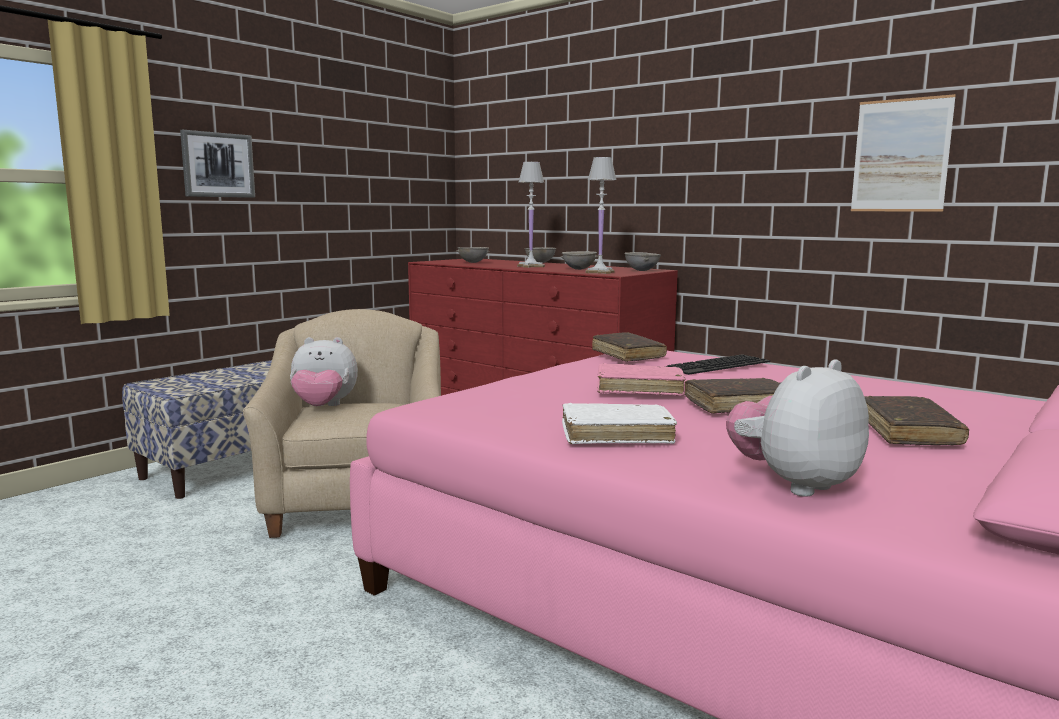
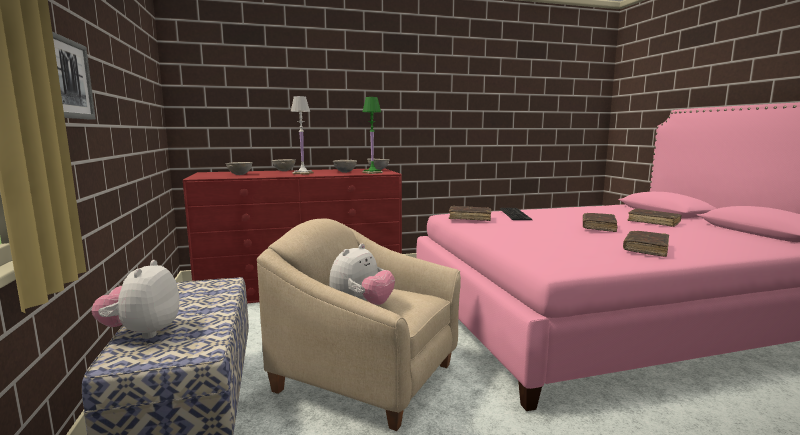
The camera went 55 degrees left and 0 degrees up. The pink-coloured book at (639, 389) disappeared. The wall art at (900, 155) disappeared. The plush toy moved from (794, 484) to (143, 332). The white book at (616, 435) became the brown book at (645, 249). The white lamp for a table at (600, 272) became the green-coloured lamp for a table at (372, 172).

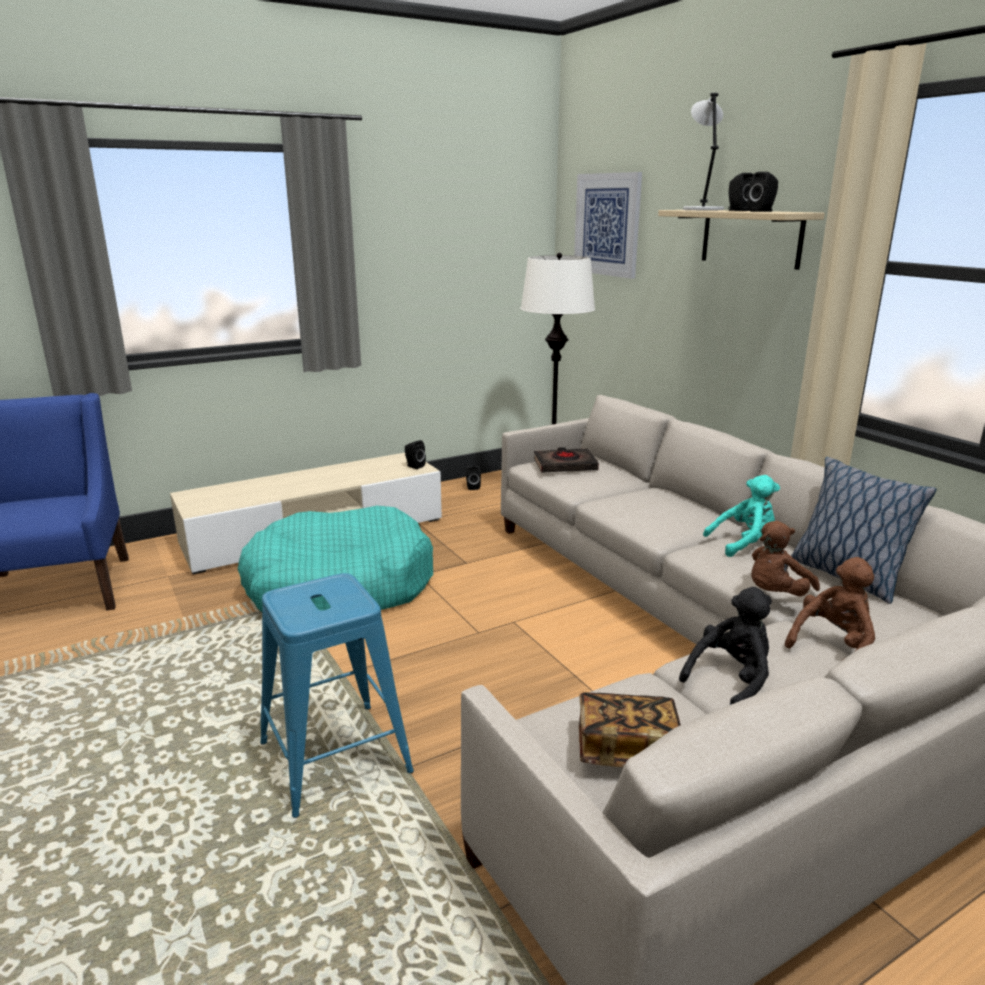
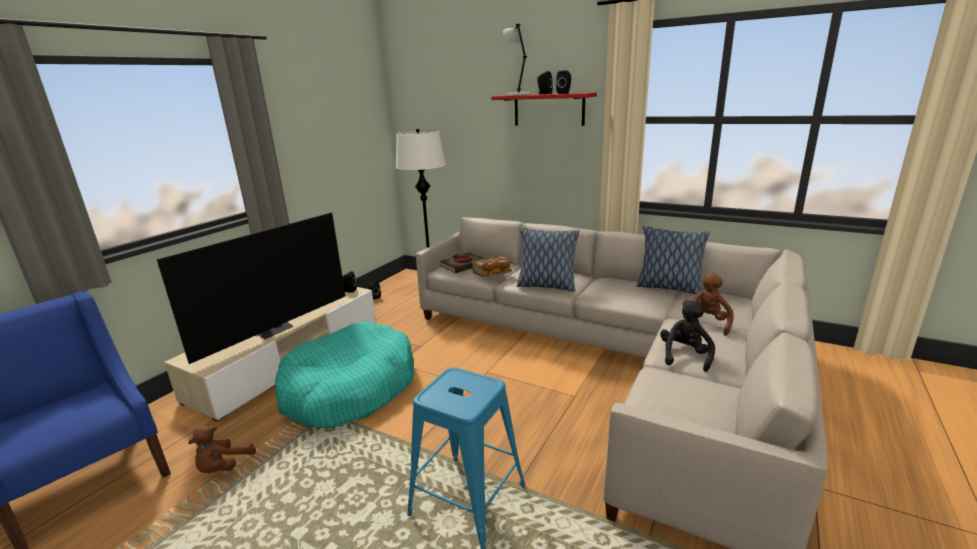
The camera went 30 degrees left and 0 degrees up. The wall art at (607, 224) disappeared. The turquoise-coloured plush toy at (743, 543) disappeared. The TV at (274, 329) appeared. The cushion at (546, 286) appeared. The book moved from (626, 749) to (492, 274). The brown plush toy moved from (775, 594) to (223, 467). The beige-coloured bracket shelf at (751, 238) became the red bracket shelf at (548, 109).

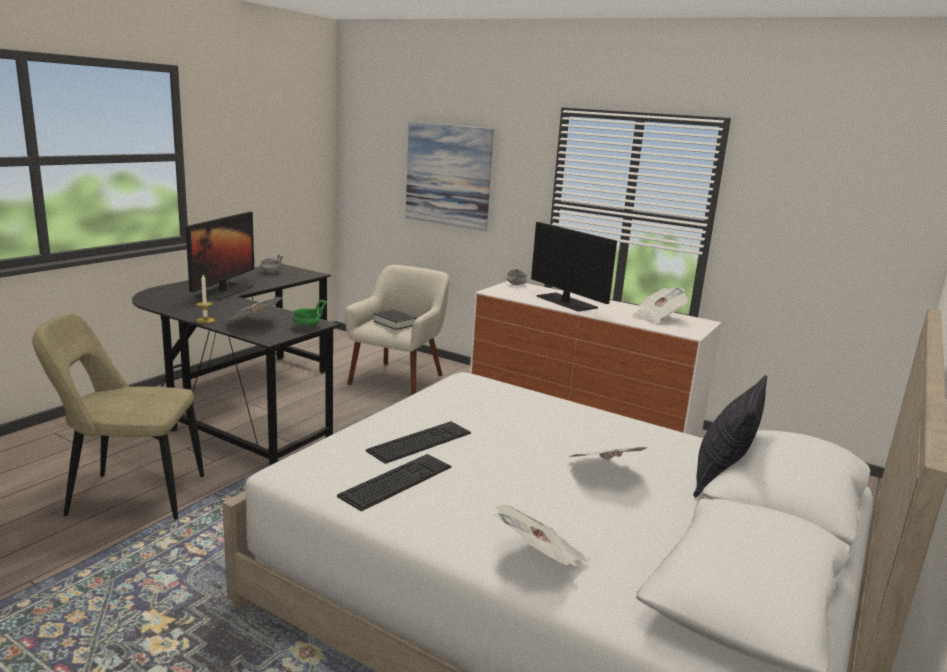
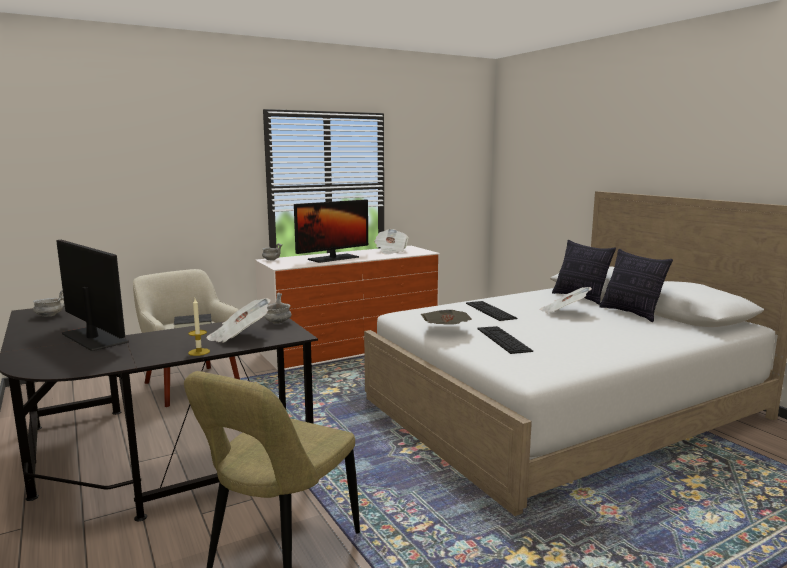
The camera went 60 degrees left and 5 degrees down. The wall art at (448, 175) disappeared. The cushion at (631, 313) appeared. The computer keyboard moved from (396, 481) to (490, 311). The printed paper moved from (540, 559) to (446, 331). The green-coloured serving bowl at (307, 327) became the gray serving bowl at (277, 322). The computer display at (566, 302) turned 150 degrees clockwise.

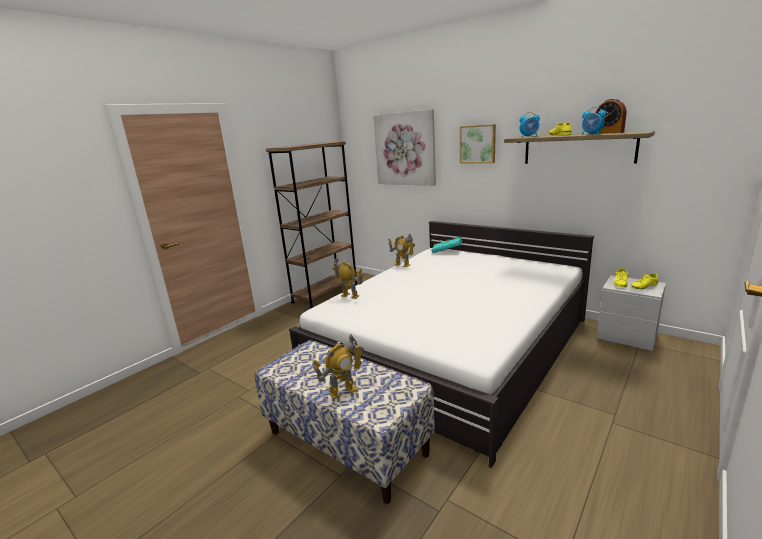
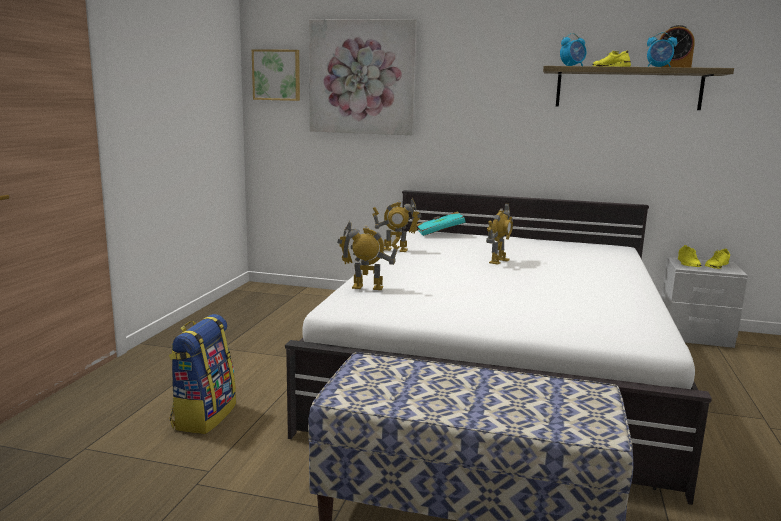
The camera went 25 degrees left and 5 degrees down. The brown bookshelf at (325, 294) disappeared. The backpack at (203, 416) appeared. The toy robot moved from (343, 391) to (498, 261). The wall art moved from (478, 144) to (277, 75).

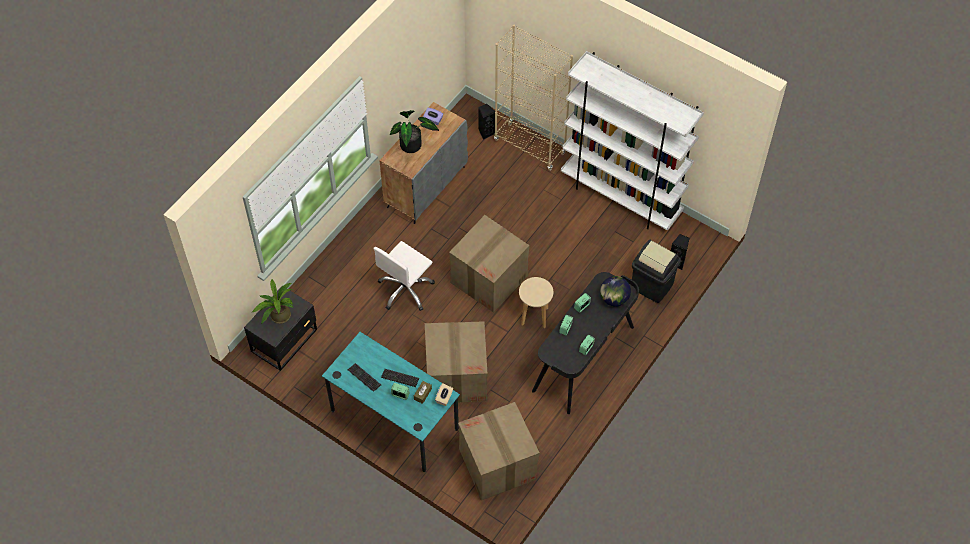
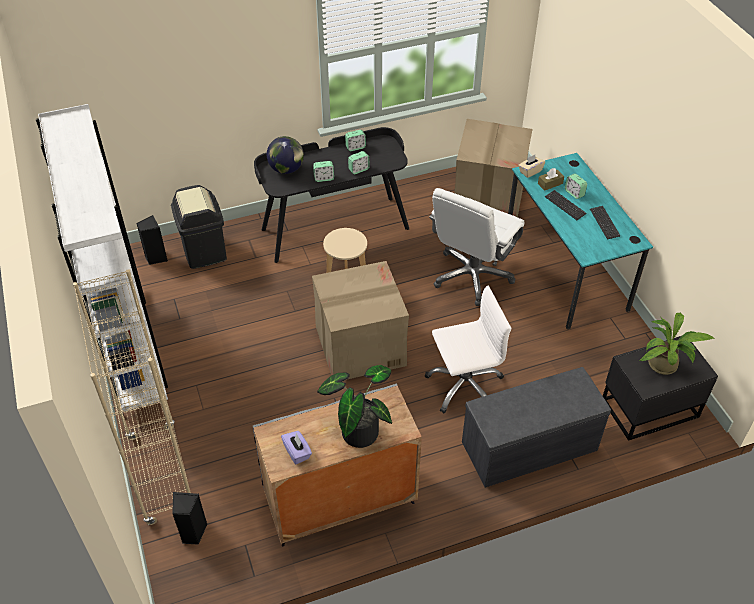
The camera went 145 degrees left and 10 degrees down. The gray indoor bench at (528, 447) appeared. The carton at (457, 376) was replaced by the white computer chair at (472, 276).

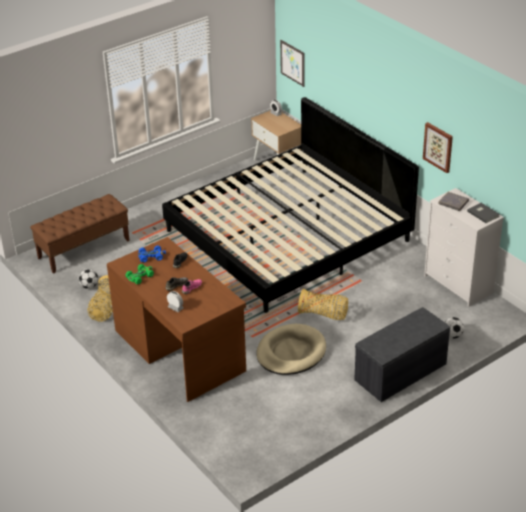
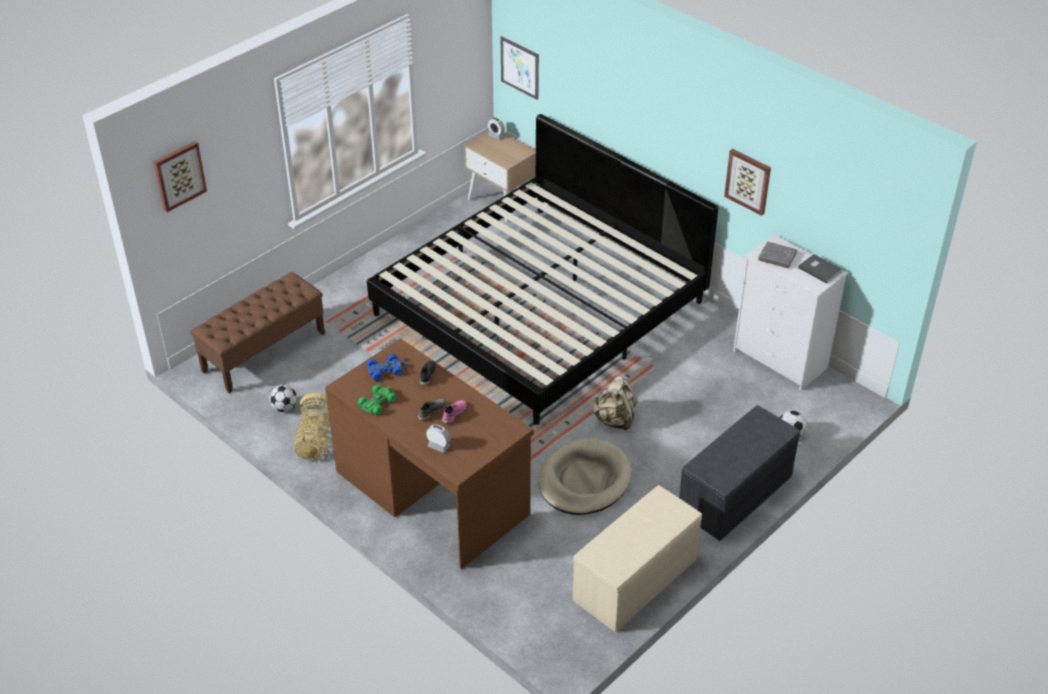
The camera went 10 degrees left and 5 degrees up. The wall art at (179, 175) appeared. The beige-coloured indoor bench at (635, 581) appeared. The storage basket at (324, 314) was replaced by the beige-coloured backpack at (615, 420).

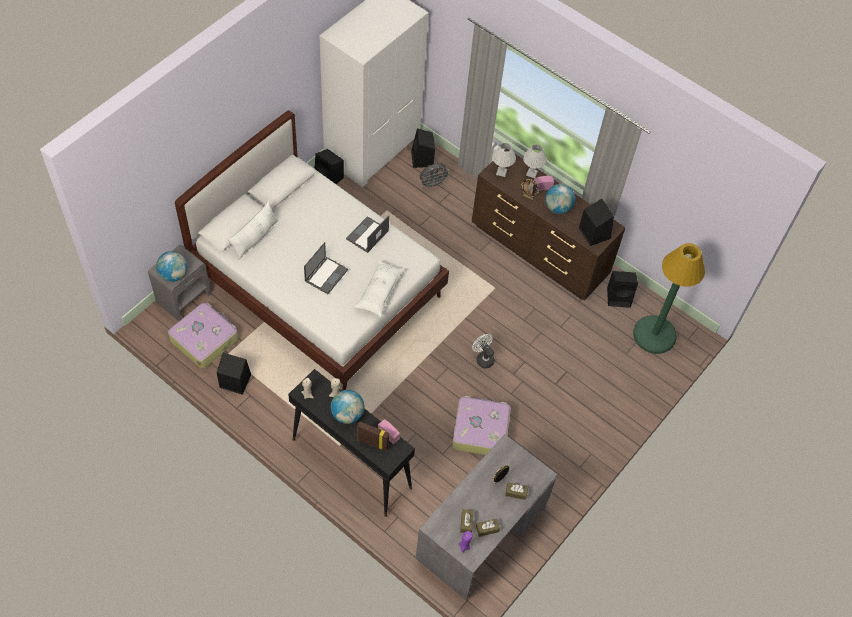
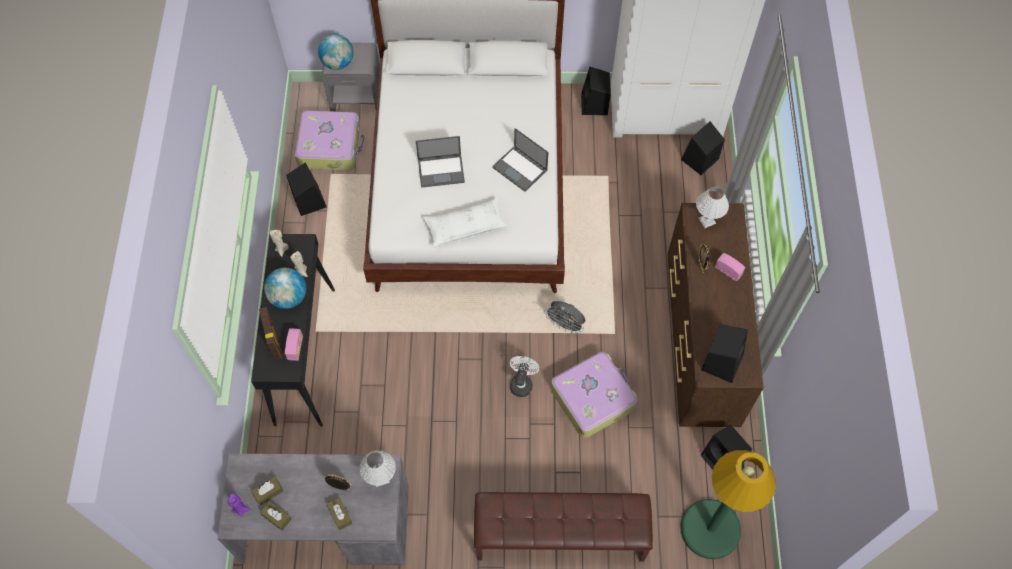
The camera went 55 degrees right and 5 degrees up. The white cushion at (255, 238) disappeared. The world globe at (557, 208) disappeared. The brown indoor bench at (560, 537) appeared. The gray electric fan moved from (432, 184) to (565, 325). The suitcase moved from (480, 430) to (593, 398). The white lamp for a table moved from (531, 173) to (381, 477). The laptop at (367, 235) turned 135 degrees counterclockwise.

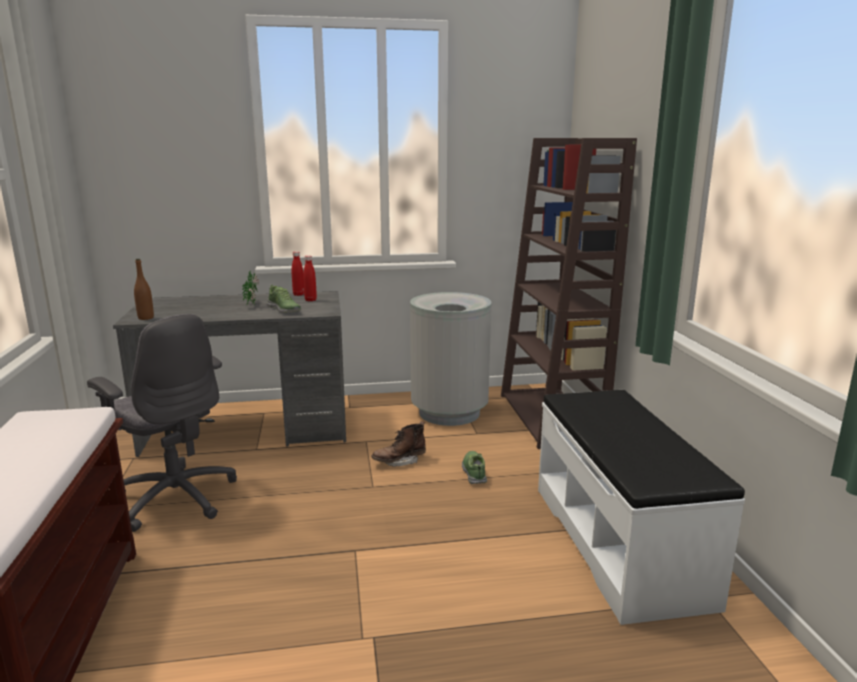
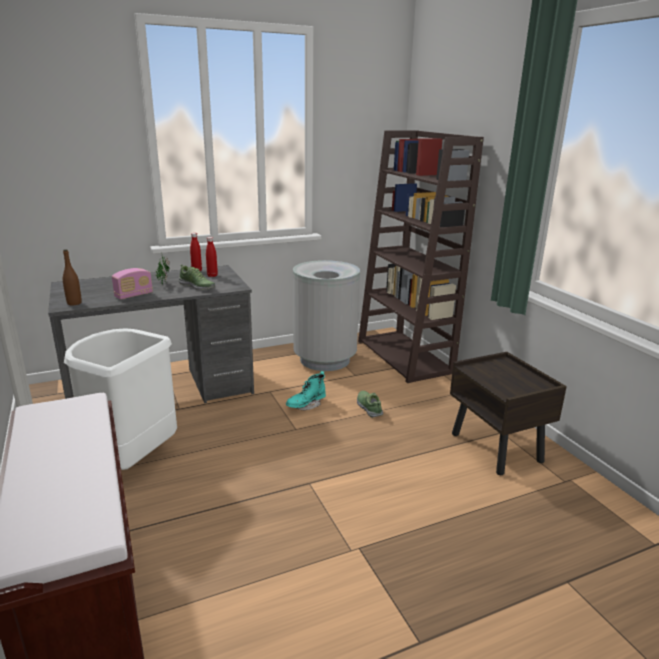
The camera went 15 degrees left and 5 degrees up. The radio set at (134, 295) appeared. The gray computer chair at (176, 497) was replaced by the white rubbish bin at (131, 460). The white indoor bench at (619, 542) was replaced by the brown night table at (497, 448). The brown boot at (399, 461) became the turquoise-coloured boot at (306, 405).

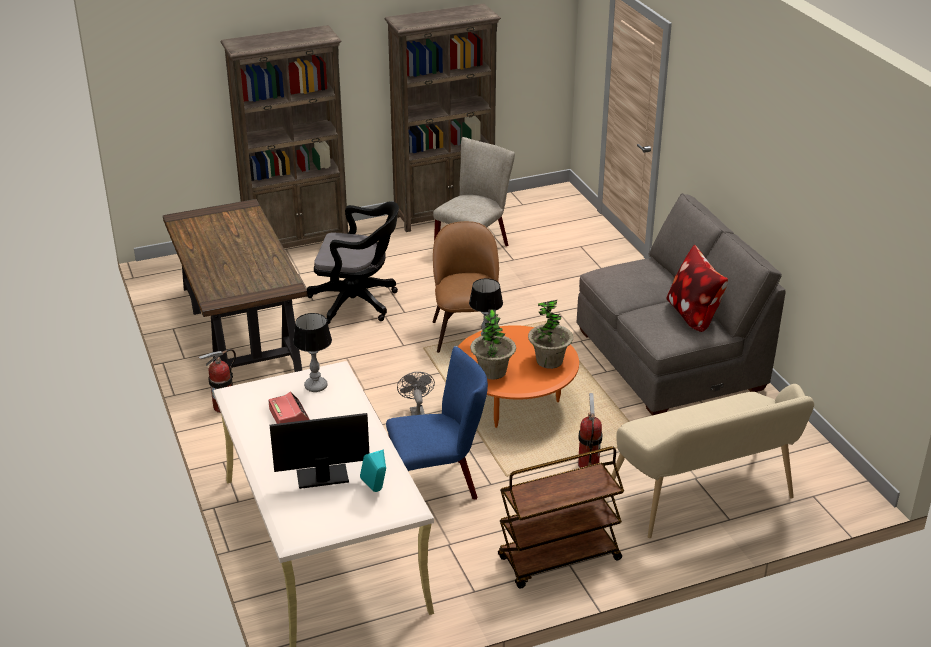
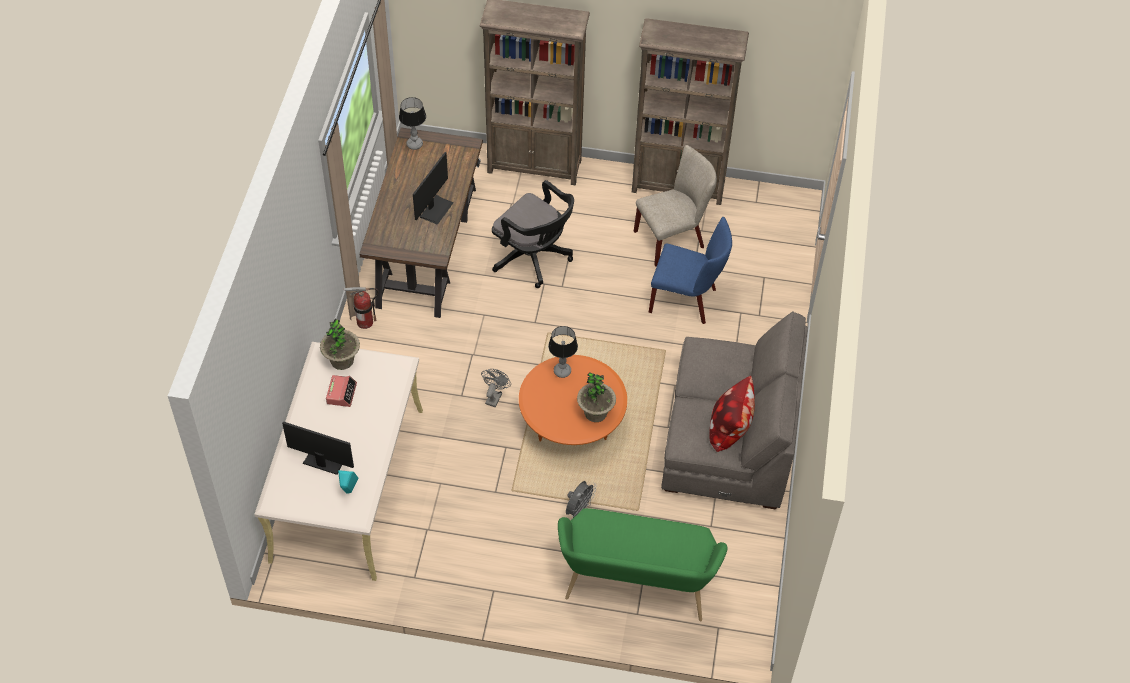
The camera went 30 degrees right and 20 degrees up. The brown upright chair at (467, 333) disappeared. The brown wheeled cart at (559, 560) disappeared. The computer display at (436, 209) appeared. The lamp for a table moved from (315, 386) to (414, 144). The blue-coloured upright chair moved from (439, 484) to (687, 300). The potted plant moved from (492, 371) to (342, 360). The extinguisher at (588, 464) was replaced by the gray electric fan at (579, 510). The beige-coloured indoor bench at (706, 499) became the green-coloured indoor bench at (636, 587).

